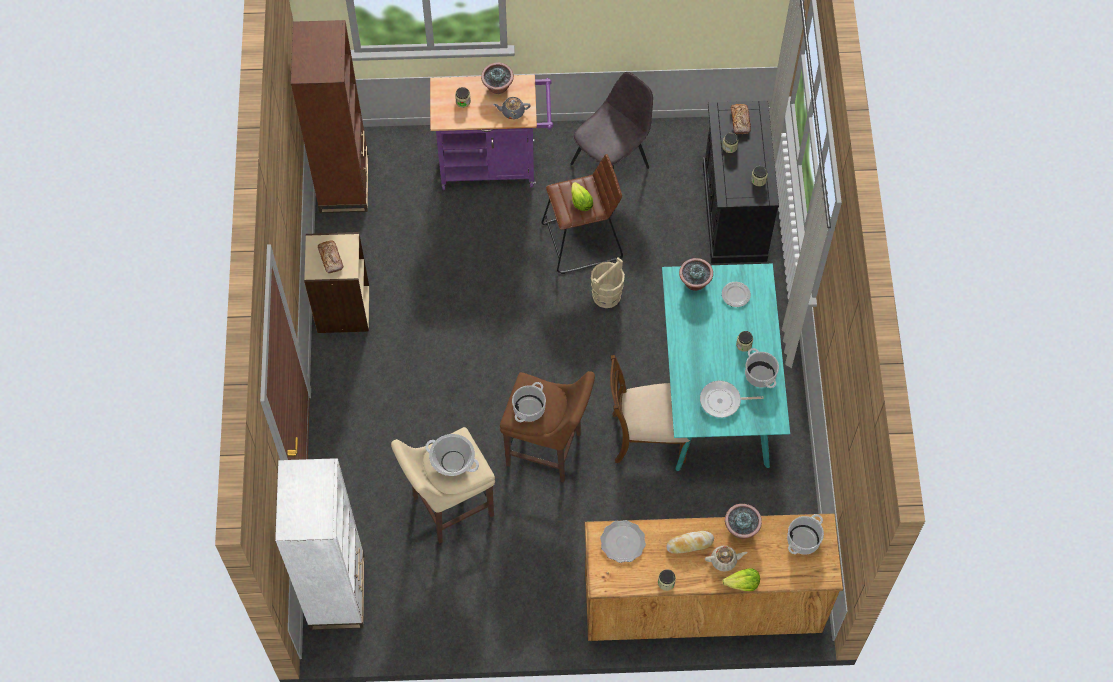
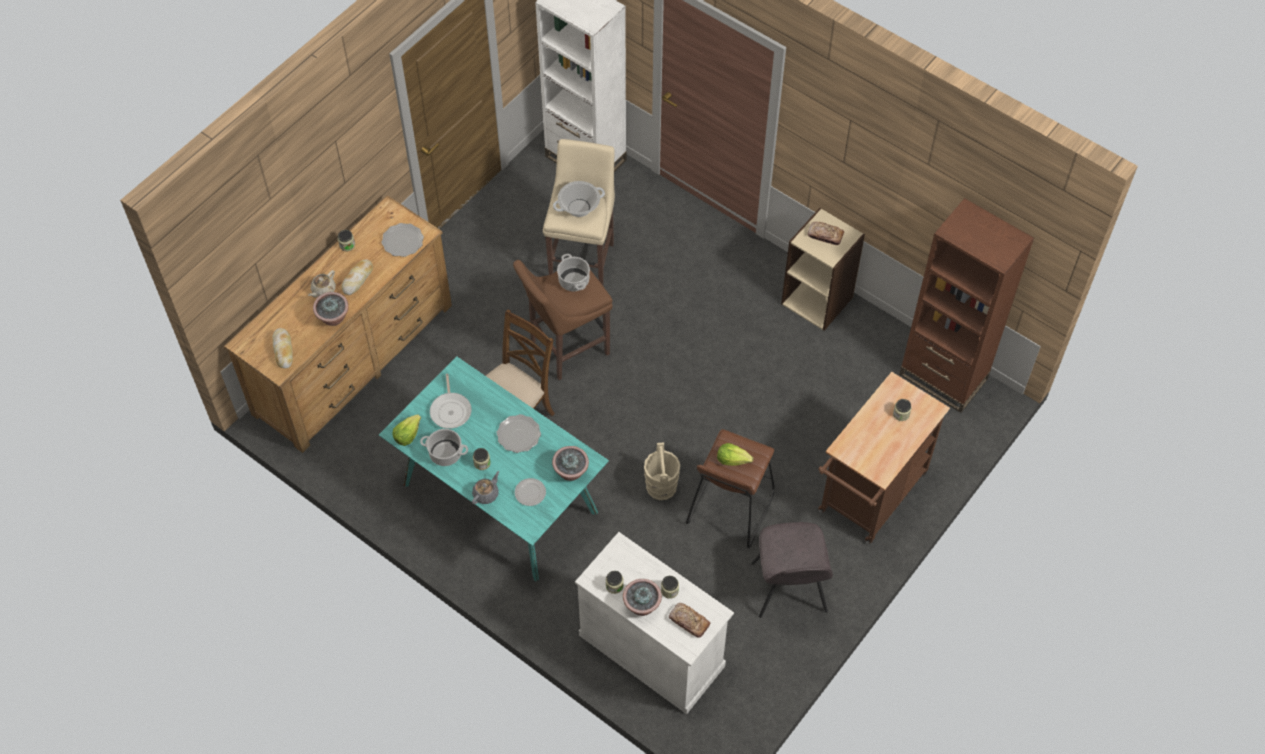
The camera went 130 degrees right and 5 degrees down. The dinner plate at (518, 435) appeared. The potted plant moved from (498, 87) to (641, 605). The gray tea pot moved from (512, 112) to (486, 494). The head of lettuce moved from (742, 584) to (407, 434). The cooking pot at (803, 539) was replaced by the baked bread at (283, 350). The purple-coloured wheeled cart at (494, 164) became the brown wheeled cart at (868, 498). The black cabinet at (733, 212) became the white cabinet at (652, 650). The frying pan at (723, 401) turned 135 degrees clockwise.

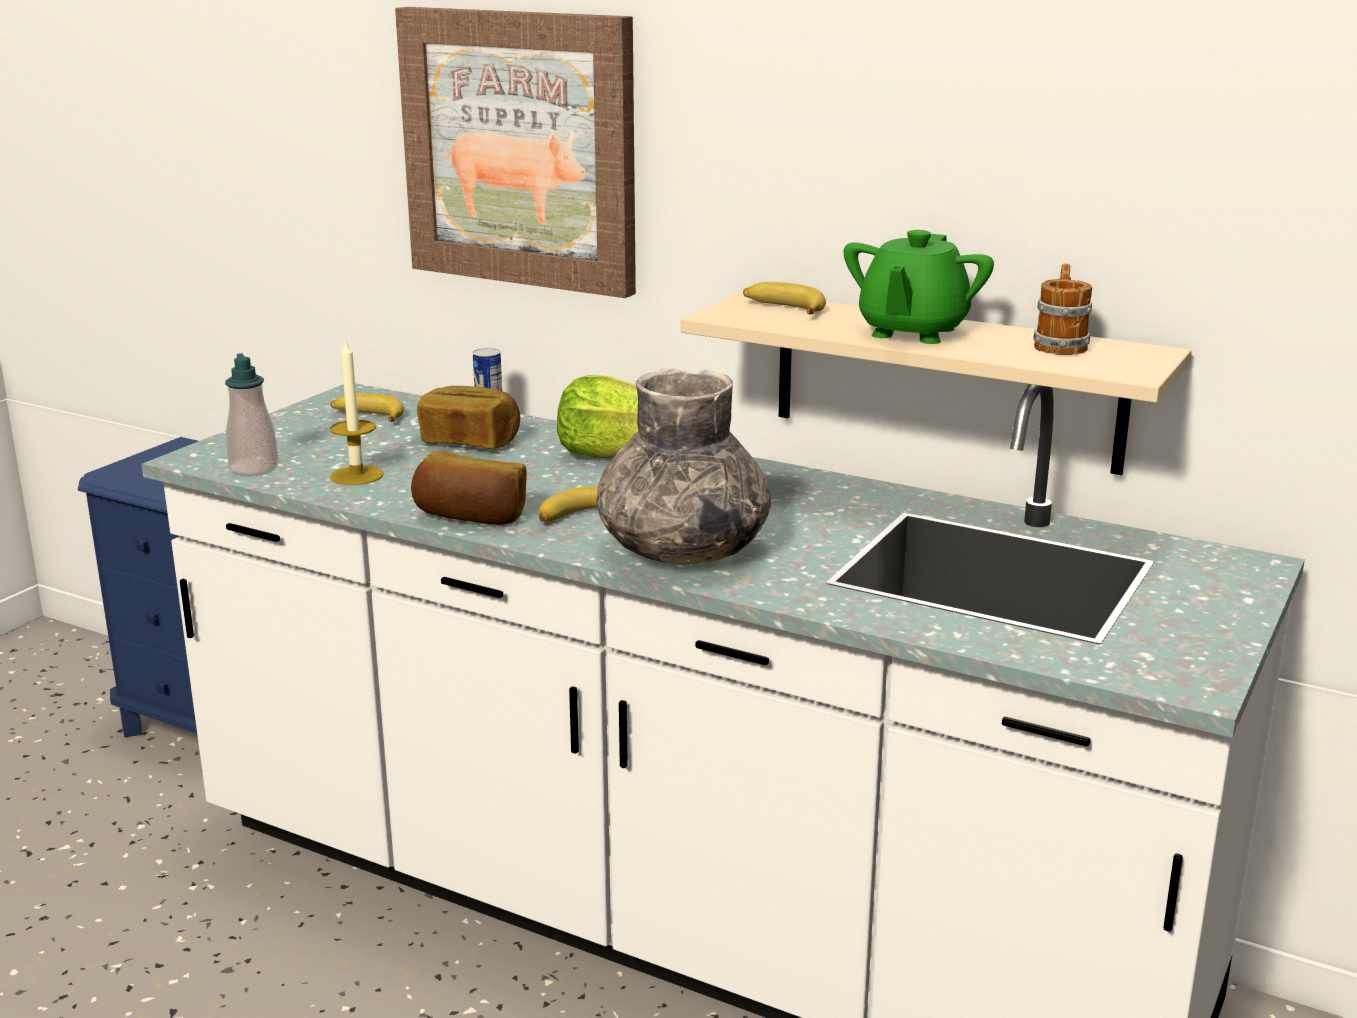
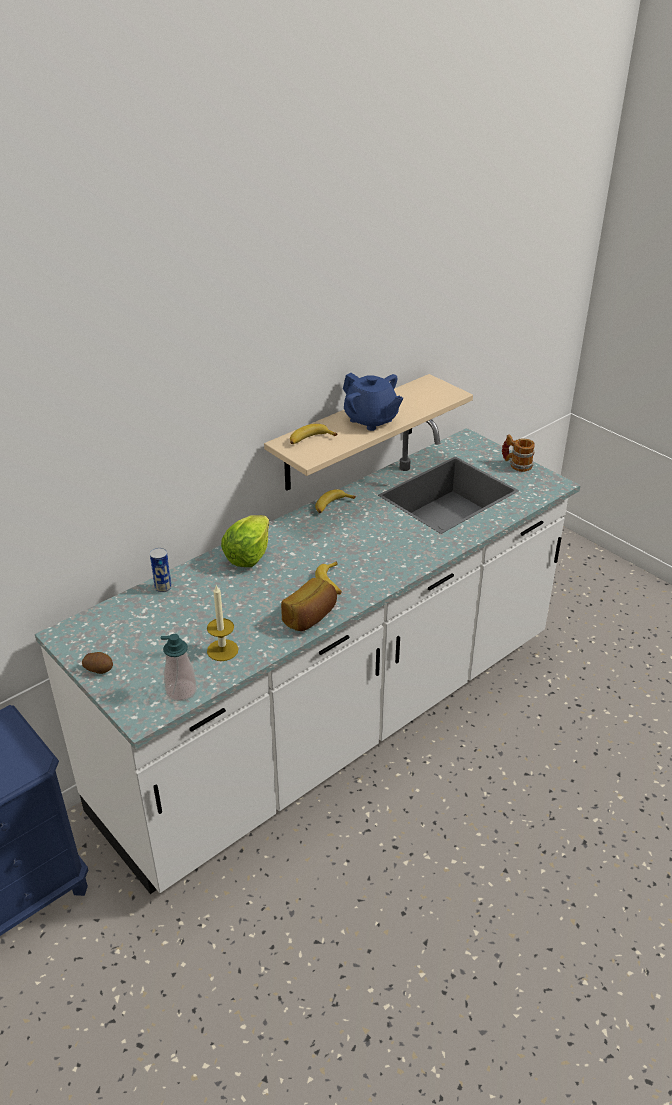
The camera went 70 degrees left and 15 degrees up. The wall art at (520, 149) disappeared. The baked bread at (470, 441) disappeared. The gray flower vase at (682, 550) disappeared. The potato at (99, 669) appeared. The banana fruit moved from (368, 416) to (332, 506). The tea mug moved from (1060, 344) to (516, 464). The green-coloured tea pot at (912, 332) became the blue-coloured tea pot at (371, 420).

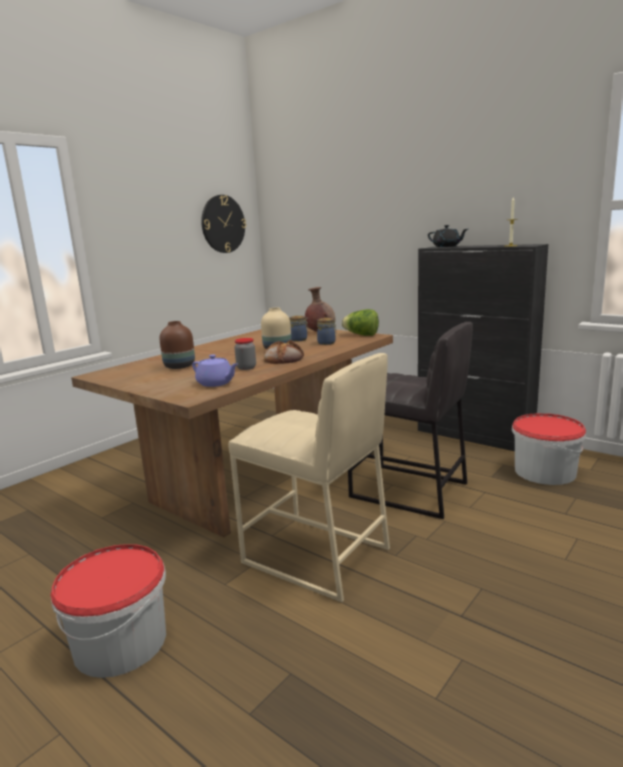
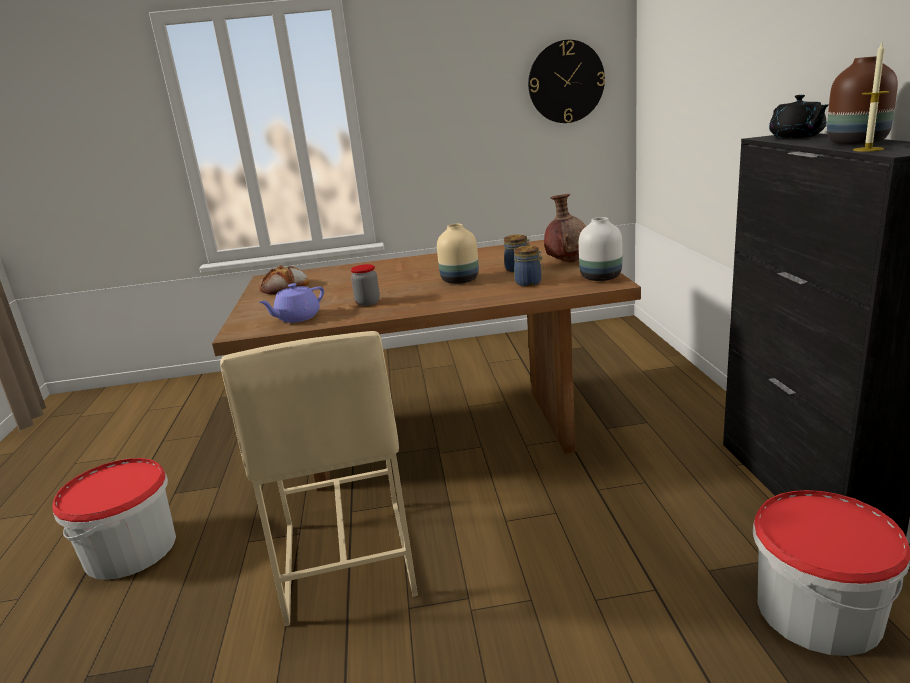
The camera went 45 degrees right and 5 degrees up. The gray stool at (409, 491) disappeared. The brown flower vase moved from (180, 367) to (858, 143). The baked bread moved from (284, 358) to (285, 287). The head of lettuce at (361, 335) was replaced by the white flower vase at (600, 278). The purple-coloured tea pot at (216, 383) turned 60 degrees clockwise.

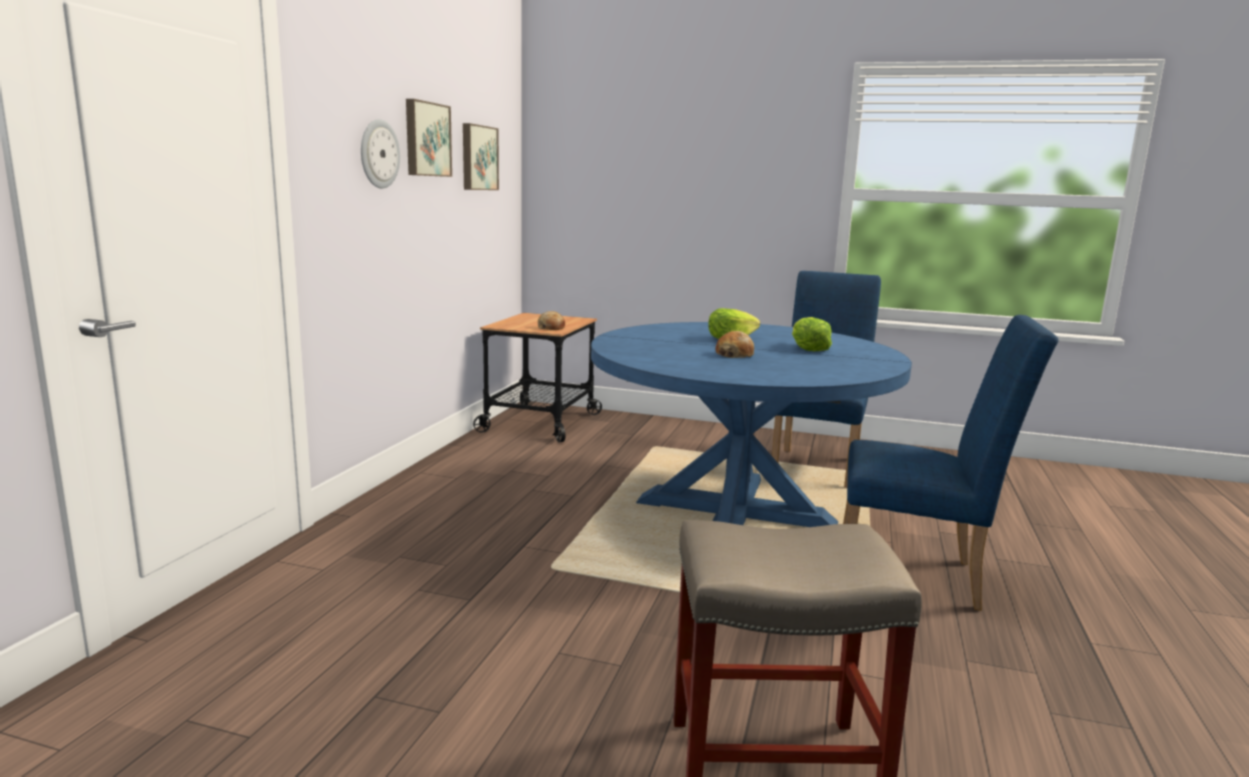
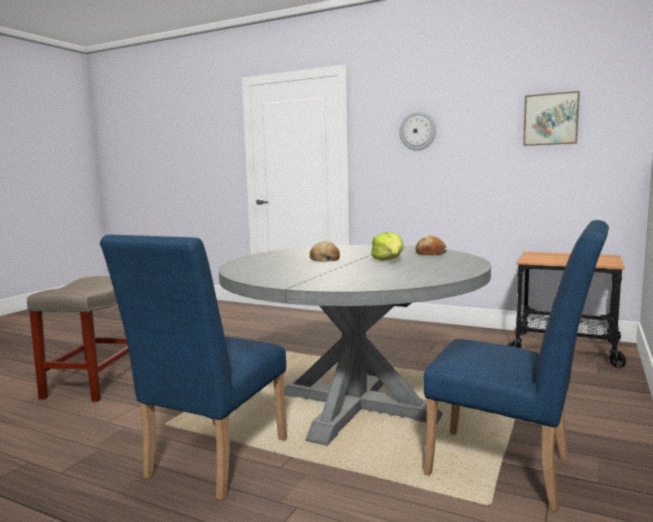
The camera went 100 degrees right and 5 degrees down. The wall art at (426, 139) disappeared. The head of lettuce at (808, 349) disappeared. The baked bread moved from (551, 328) to (430, 253). The blue-coloured dining table at (734, 514) became the gray dining table at (355, 405).

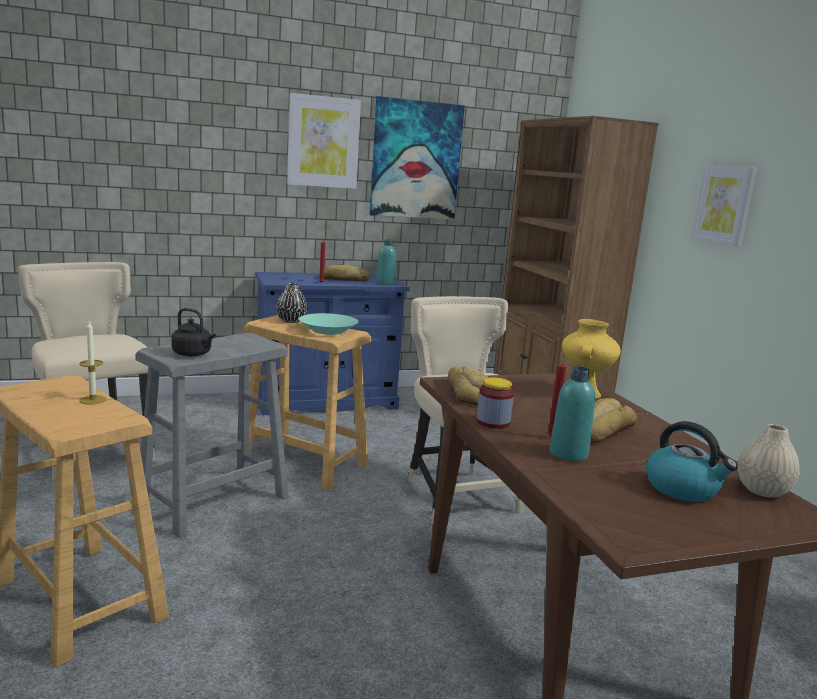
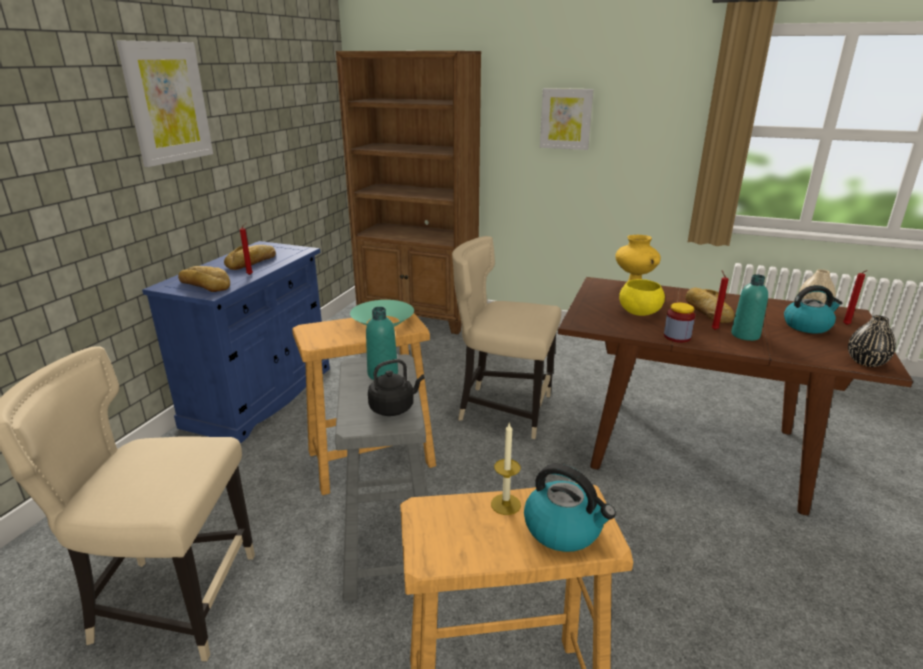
The camera went 50 degrees left and 10 degrees up. The wall art at (416, 160) disappeared. The water kettle at (564, 529) appeared. The yellow-coloured serving bowl at (639, 313) appeared. The red wax light at (846, 325) appeared. The black flower vase moved from (291, 321) to (866, 362). The turquoise-coloured beverage bottle moved from (385, 283) to (383, 374). The baked bread moved from (467, 392) to (205, 285).

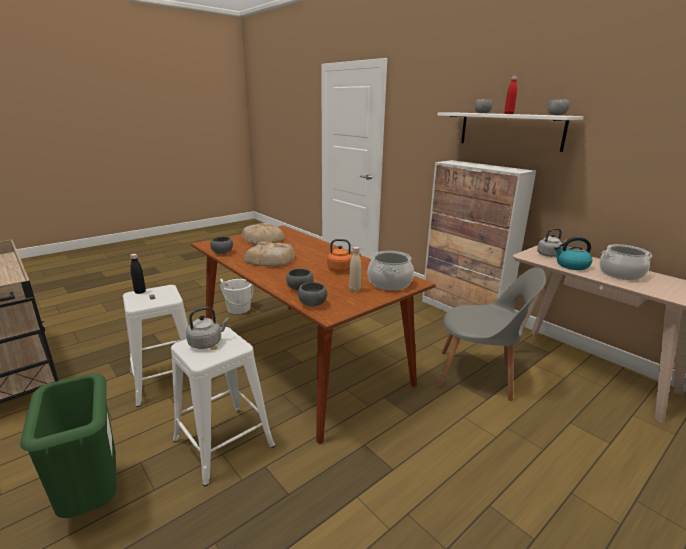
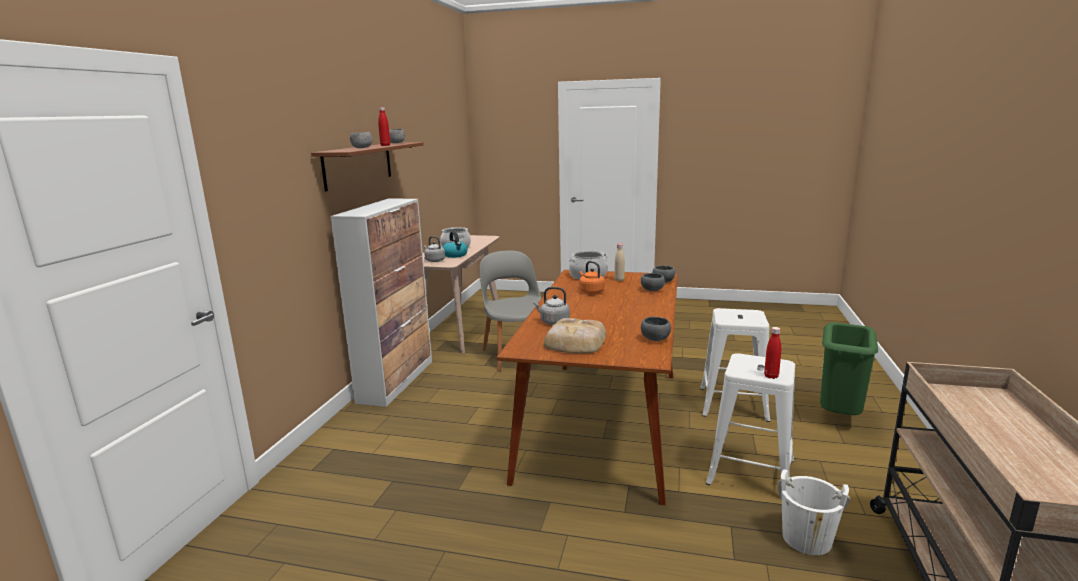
The camera went 125 degrees left and 5 degrees down. The baked bread at (271, 259) disappeared. The gray water kettle moved from (207, 343) to (553, 322). The white pail moved from (238, 309) to (806, 539). The black beverage bottle at (140, 292) became the red beverage bottle at (771, 376). The white bracket shelf at (510, 130) became the brown bracket shelf at (358, 165).

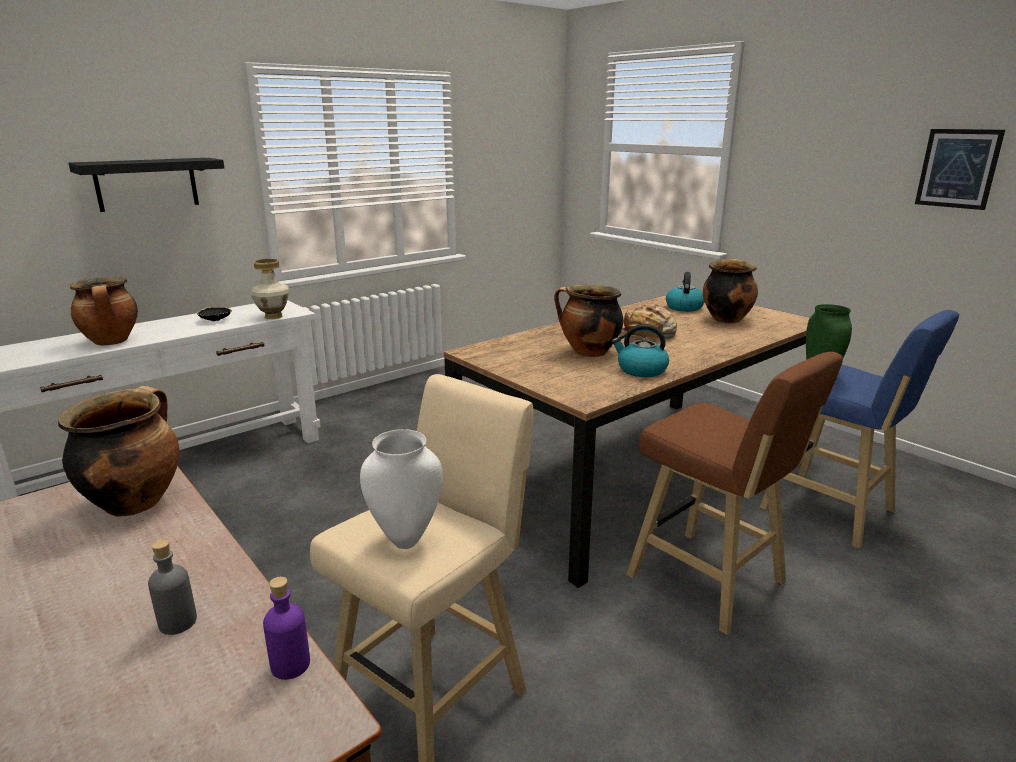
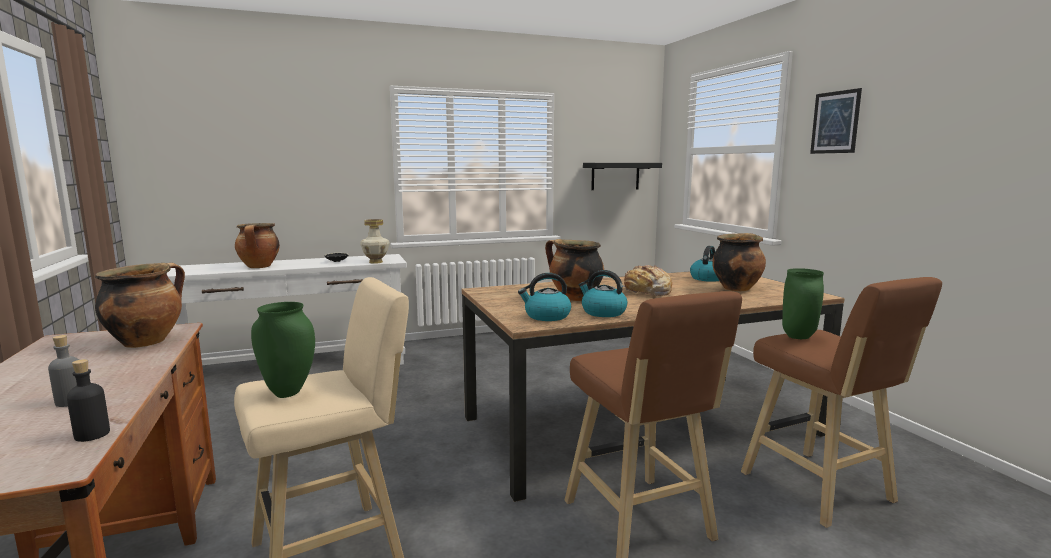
The camera went 20 degrees right and 10 degrees down. The water kettle at (546, 316) appeared. The black bracket shelf moved from (146, 184) to (615, 176). The wall art moved from (957, 168) to (835, 122). The purple-coloured beverage bottle at (290, 665) became the black beverage bottle at (92, 434). The white flower vase at (405, 541) became the green-coloured flower vase at (287, 393). The blue-coloured stool at (833, 512) became the brown stool at (821, 491).

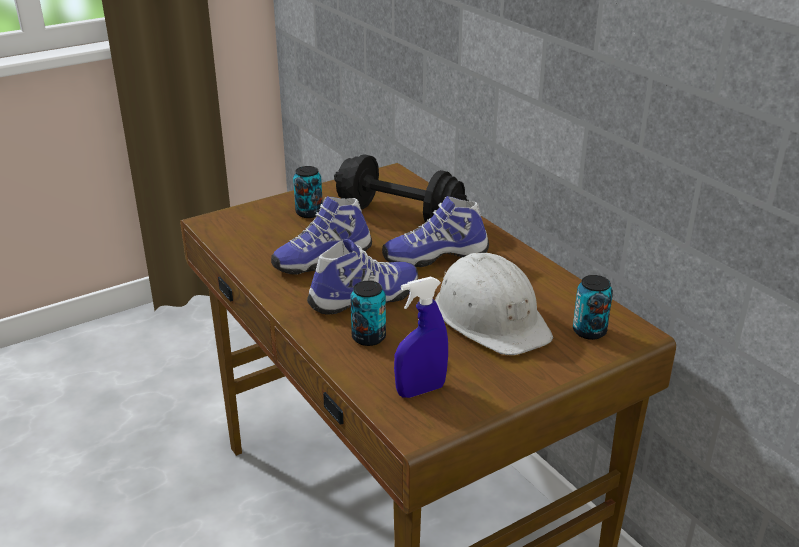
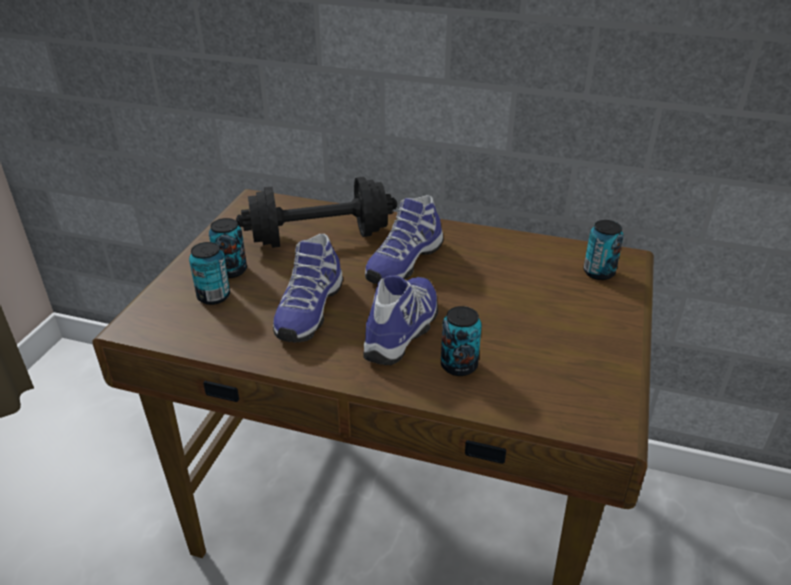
The camera went 40 degrees left and 5 degrees up. The blue-coloured spray bottle at (420, 390) disappeared. The white safety helmet at (491, 317) disappeared. The metal can at (214, 296) appeared.

